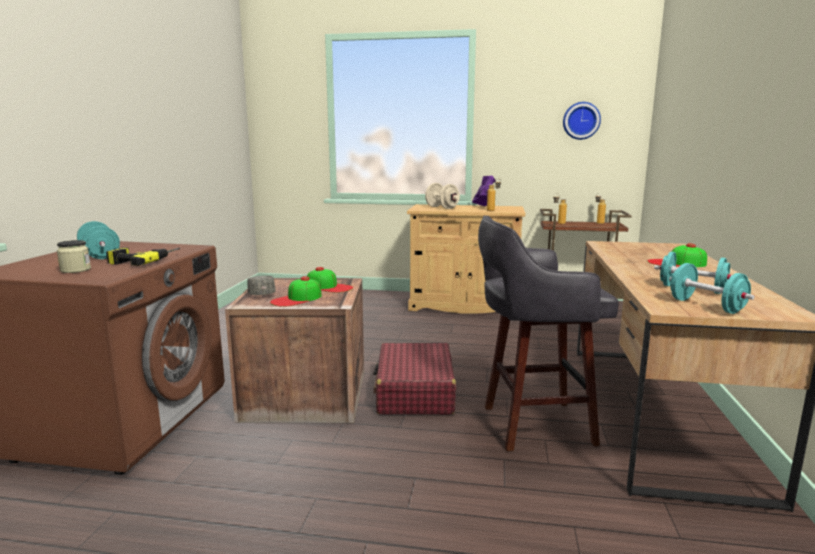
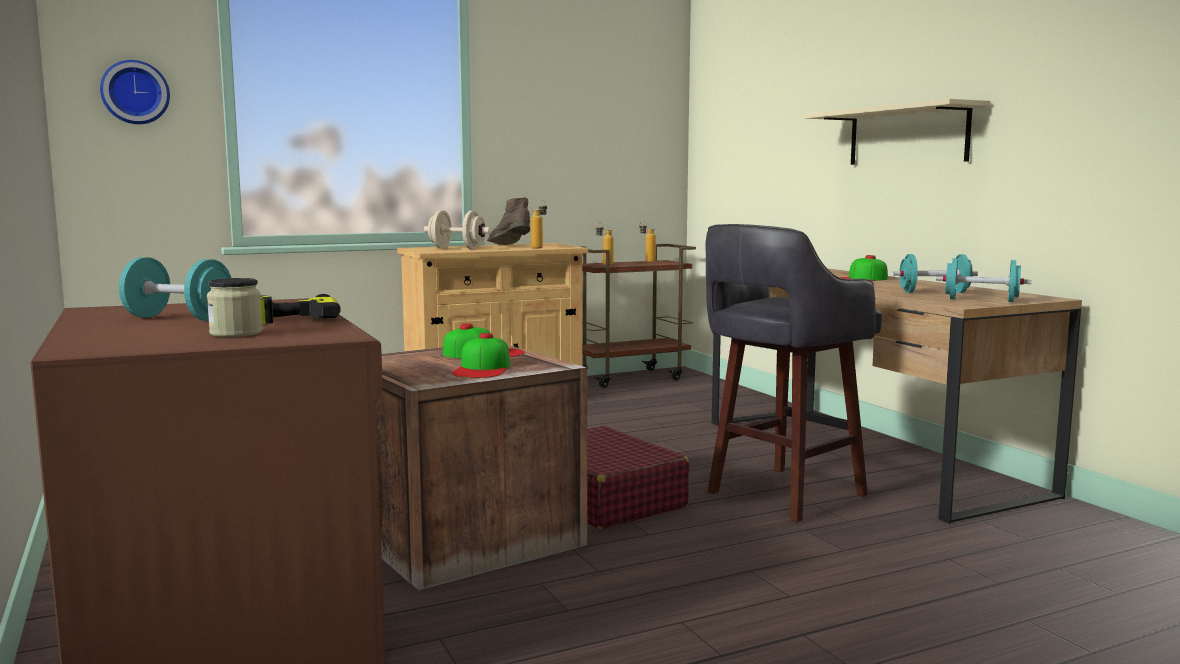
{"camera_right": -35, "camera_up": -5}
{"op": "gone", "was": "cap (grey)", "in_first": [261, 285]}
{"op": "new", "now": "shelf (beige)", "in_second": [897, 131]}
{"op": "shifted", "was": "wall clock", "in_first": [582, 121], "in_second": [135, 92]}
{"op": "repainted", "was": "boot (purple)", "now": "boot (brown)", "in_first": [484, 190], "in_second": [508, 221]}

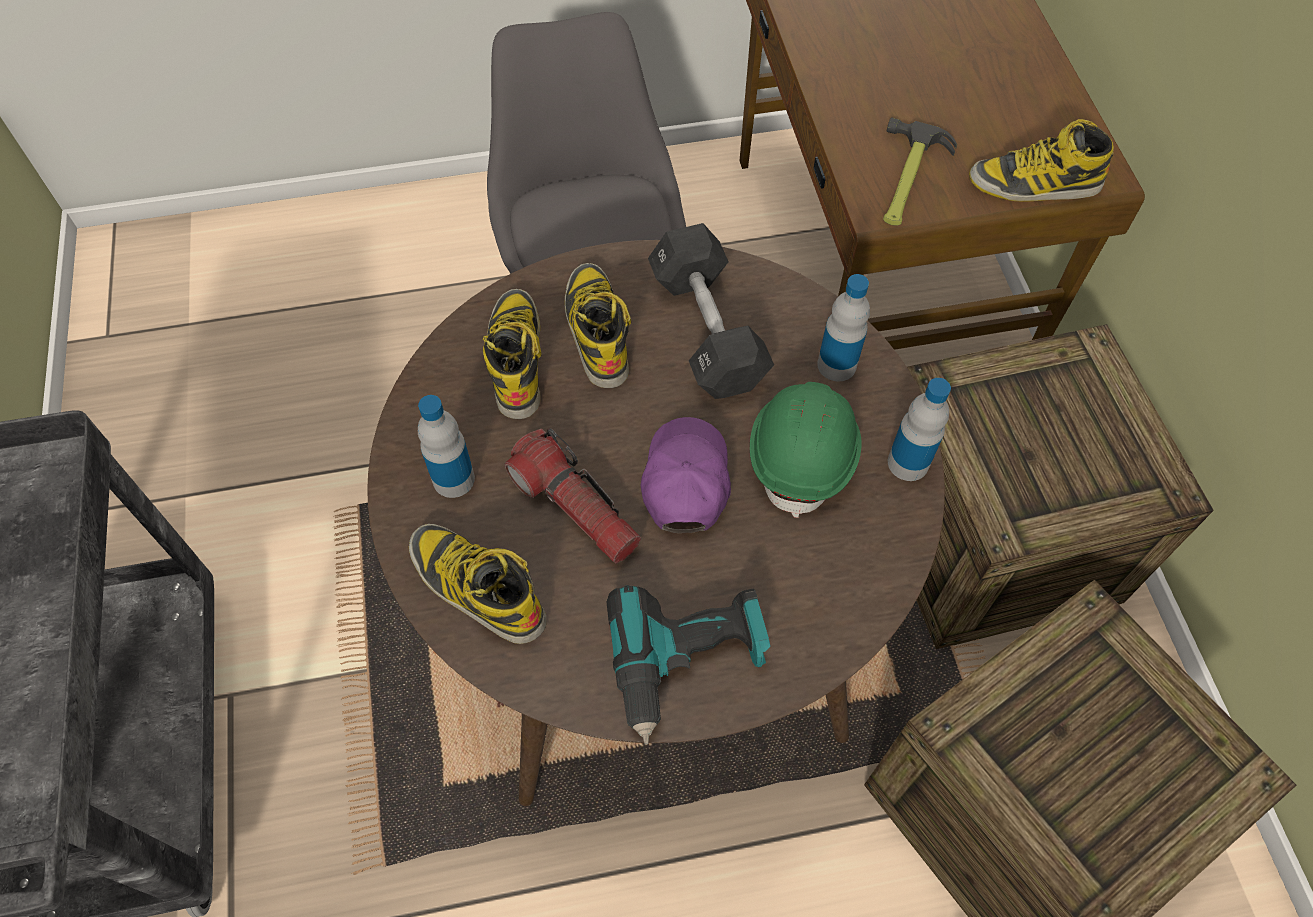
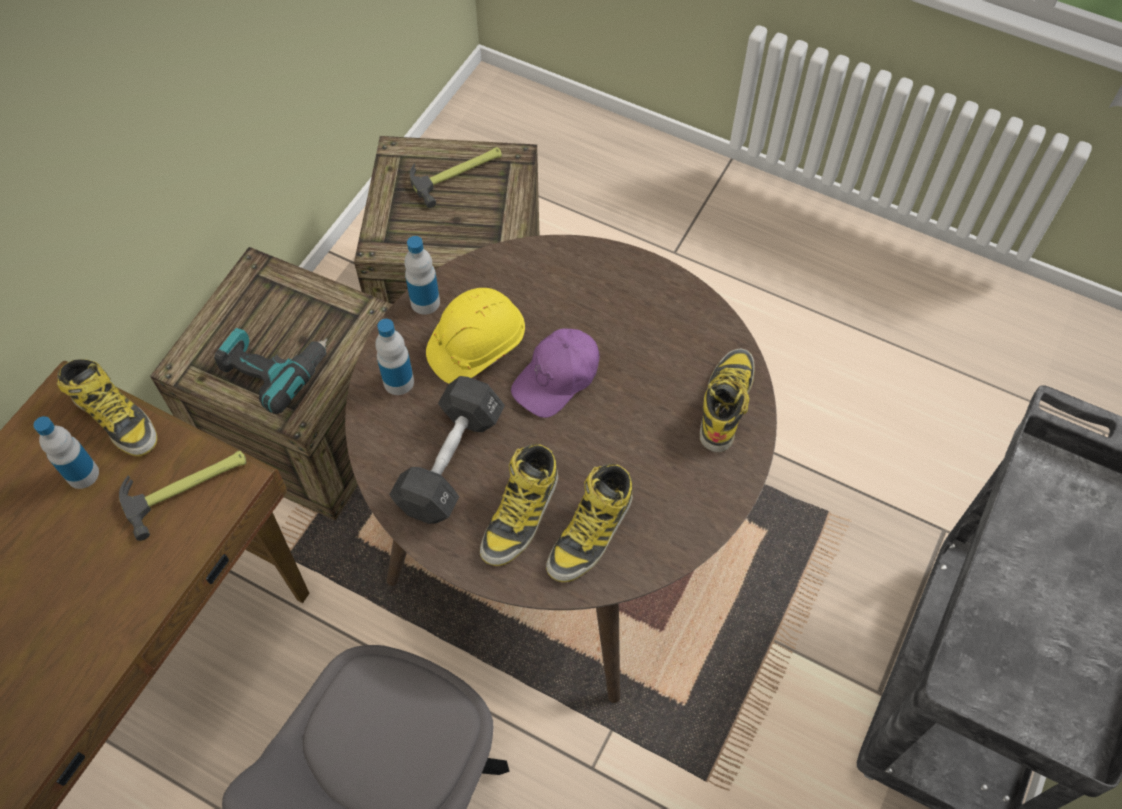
{"camera_right": -140, "camera_up": 0}
{"op": "gone", "was": "flashlight", "in_first": [573, 496]}
{"op": "new", "now": "hammer", "in_second": [456, 177]}
{"op": "shifted", "was": "bottle", "in_first": [446, 446], "in_second": [66, 452]}
{"op": "shifted", "was": "power drill", "in_first": [688, 665], "in_second": [270, 371]}
{"op": "repainted", "was": "hard hat (green)", "now": "hard hat (yellow)", "in_first": [806, 450], "in_second": [475, 336]}
{"op": "rotated", "was": "boot", "in_first": [477, 584], "in_second": [727, 400], "clockwise": -150}

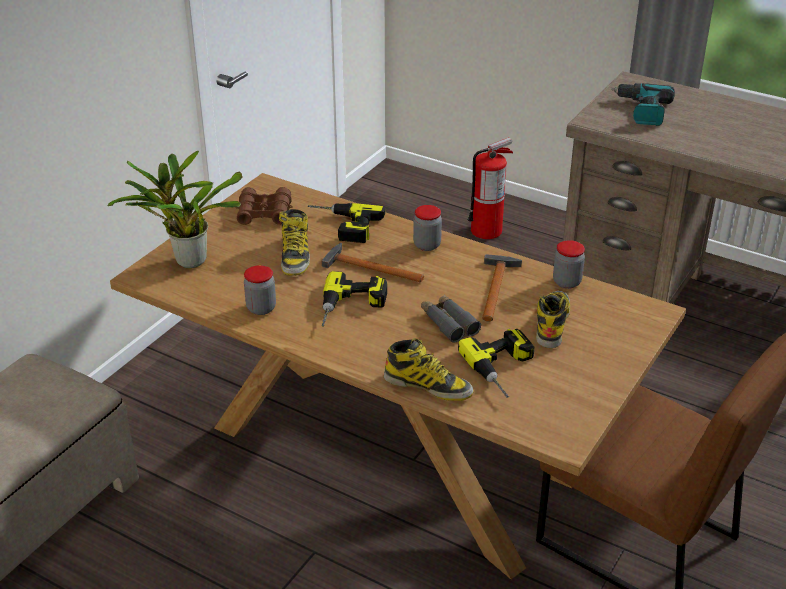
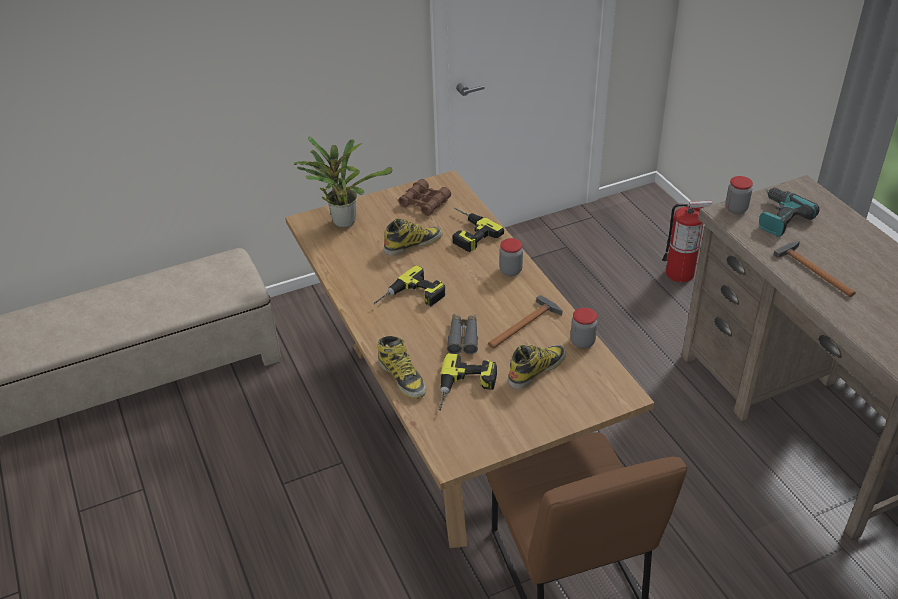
{"camera_right": 35, "camera_up": 5}
{"op": "shifted", "was": "jar", "in_first": [260, 290], "in_second": [739, 195]}
{"op": "shifted", "was": "hammer", "in_first": [372, 262], "in_second": [814, 269]}
{"op": "rotated", "was": "boot", "in_first": [294, 242], "in_second": [413, 237], "clockwise": -150}

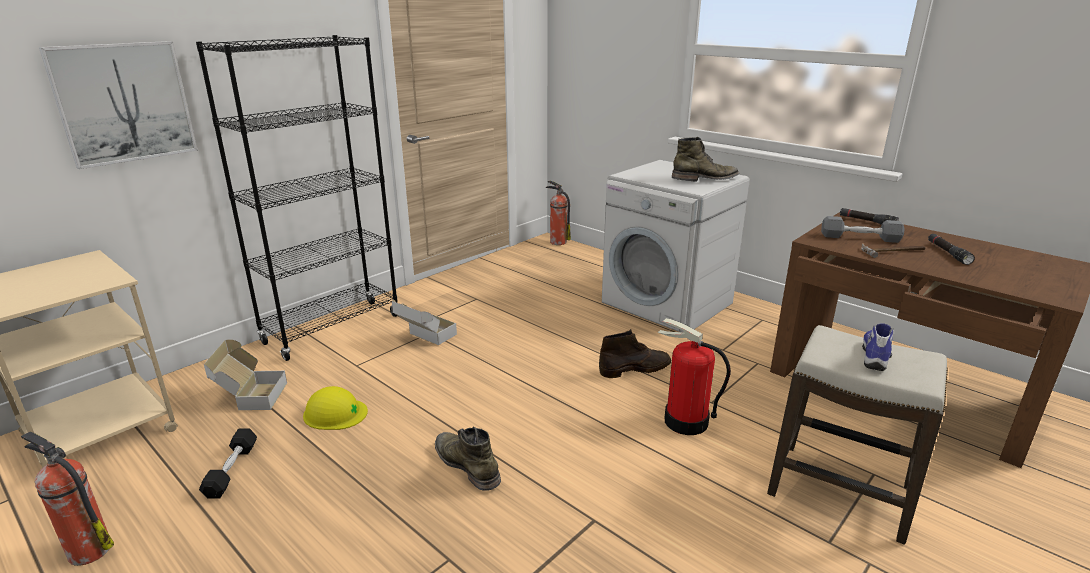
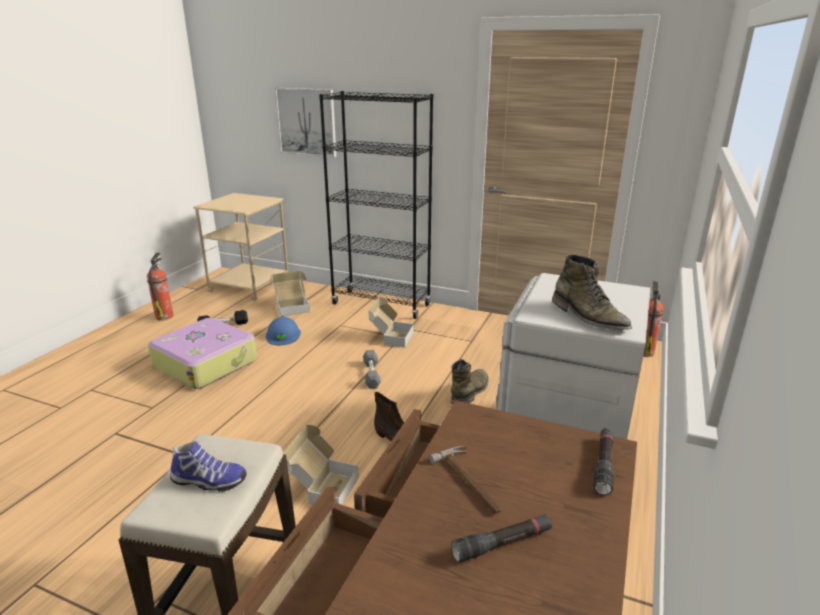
{"camera_right": 70, "camera_up": 0}
{"op": "new", "now": "suitcase", "in_second": [202, 353]}
{"op": "shifted", "was": "boot (green)", "in_first": [468, 459], "in_second": [470, 381]}
{"op": "shifted", "was": "dumbbell (grey)", "in_first": [863, 229], "in_second": [372, 369]}
{"op": "swapped", "was": "fire extinguisher", "now": "cardboard box", "in_first": [694, 376], "in_second": [321, 465]}
{"op": "repainted", "was": "hard hat (yellow)", "now": "hard hat (blue)", "in_first": [335, 408], "in_second": [283, 331]}

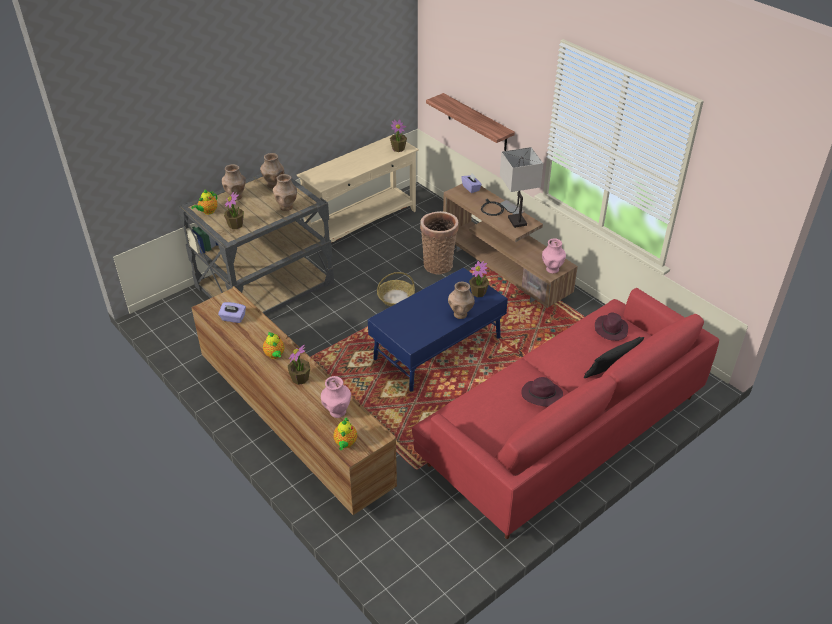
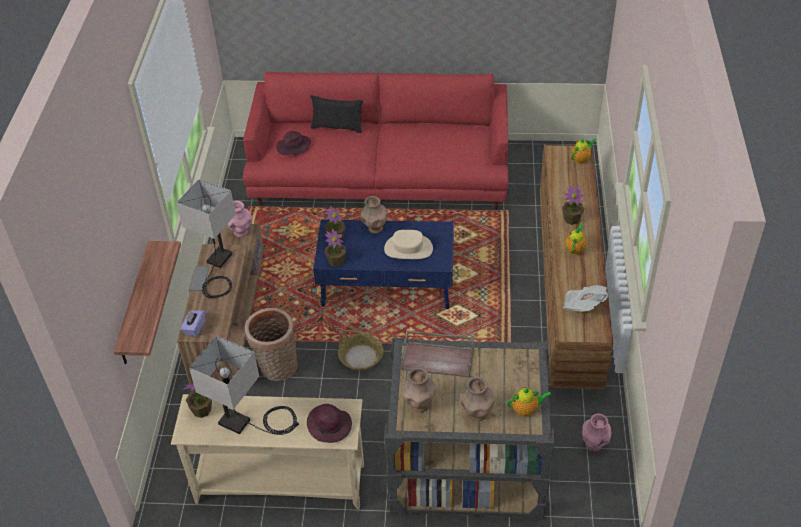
{"camera_right": -135, "camera_up": 5}
{"op": "new", "now": "table lamp", "in_second": [244, 385]}
{"op": "new", "now": "hat (beige)", "in_second": [408, 244]}
{"op": "shifted", "was": "potted plant", "in_first": [234, 210], "in_second": [335, 247]}
{"op": "shifted", "was": "vase (pink)", "in_first": [336, 397], "in_second": [596, 432]}
{"op": "shifted", "was": "hat (purple)", "in_first": [542, 392], "in_second": [329, 423]}
{"op": "swapped", "was": "tissue box (purple)", "now": "newspaper", "in_first": [232, 312], "in_second": [585, 298]}
{"op": "swapped", "was": "vase (brown)", "now": "tray (brown)", "in_first": [285, 192], "in_second": [438, 353]}

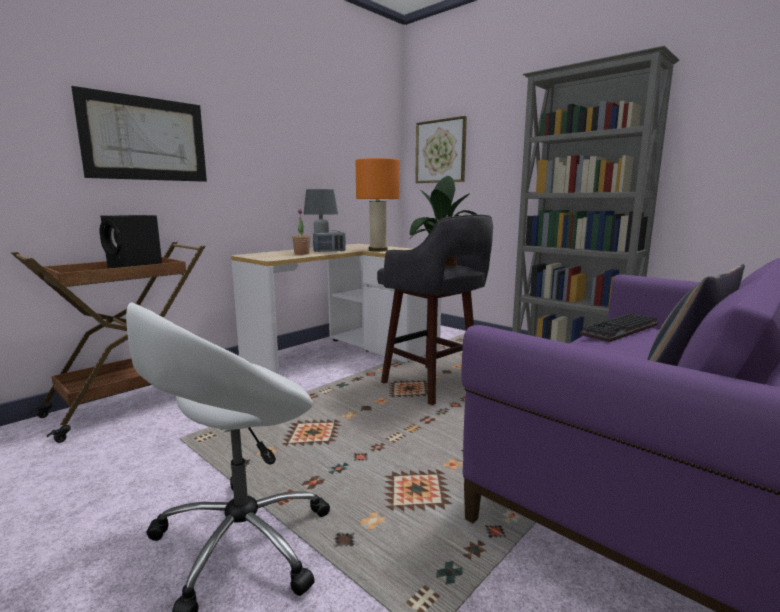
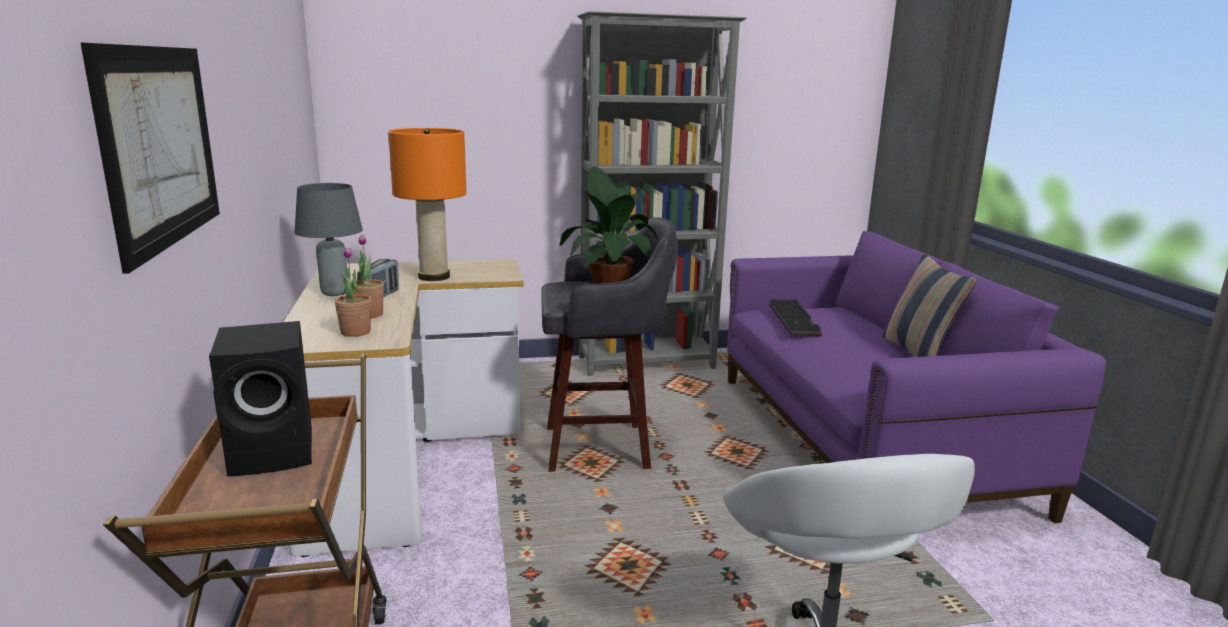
{"camera_right": -55, "camera_up": 5}
{"op": "gone", "was": "picture", "in_first": [441, 149]}
{"op": "new", "now": "potted plant", "in_second": [353, 292]}

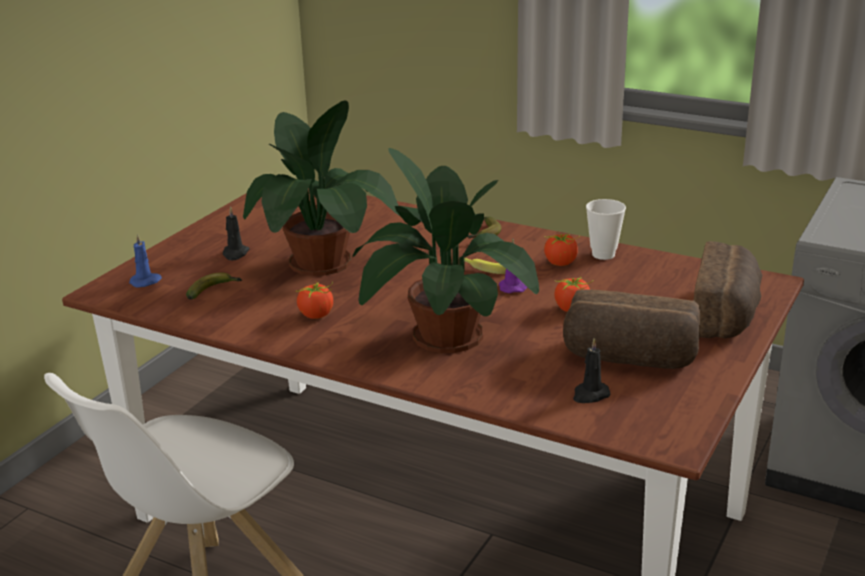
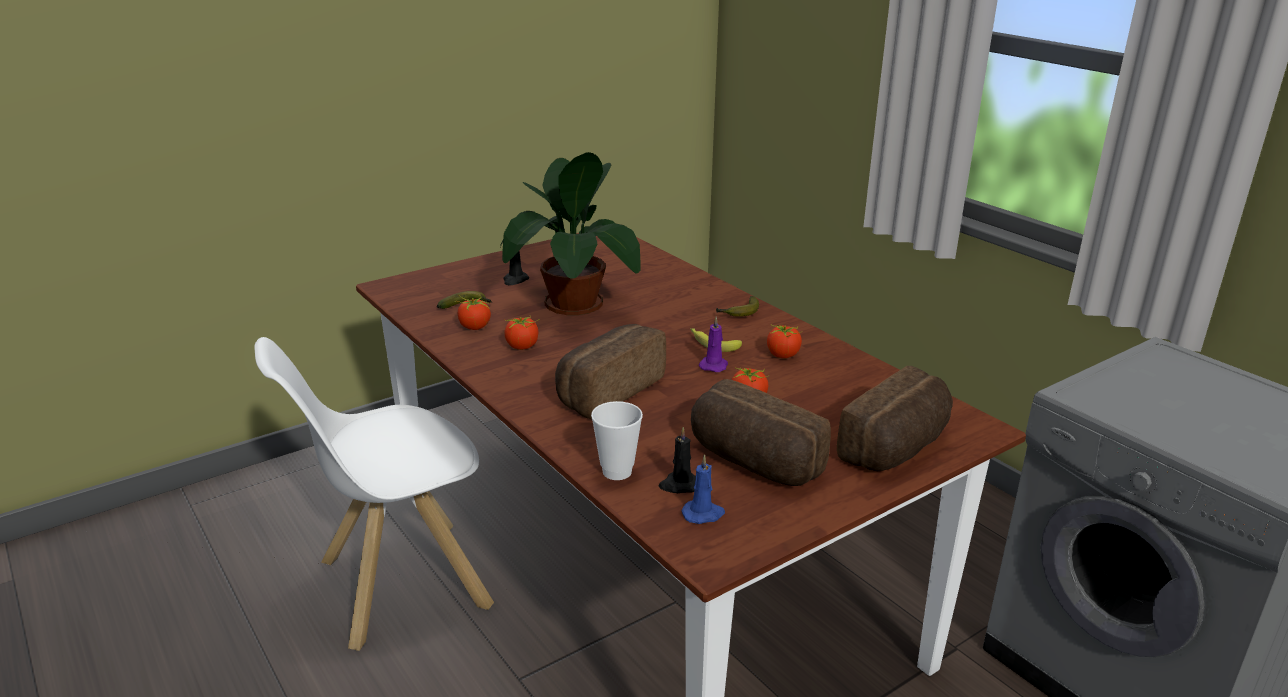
{"camera_right": 25, "camera_up": 0}
{"op": "new", "now": "tomato", "in_second": [474, 312]}
{"op": "shifted", "was": "candle (blue)", "in_first": [145, 260], "in_second": [703, 489]}
{"op": "shifted", "was": "cup", "in_first": [606, 229], "in_second": [617, 440]}
{"op": "swapped", "was": "potted plant", "now": "bread", "in_first": [445, 250], "in_second": [610, 371]}

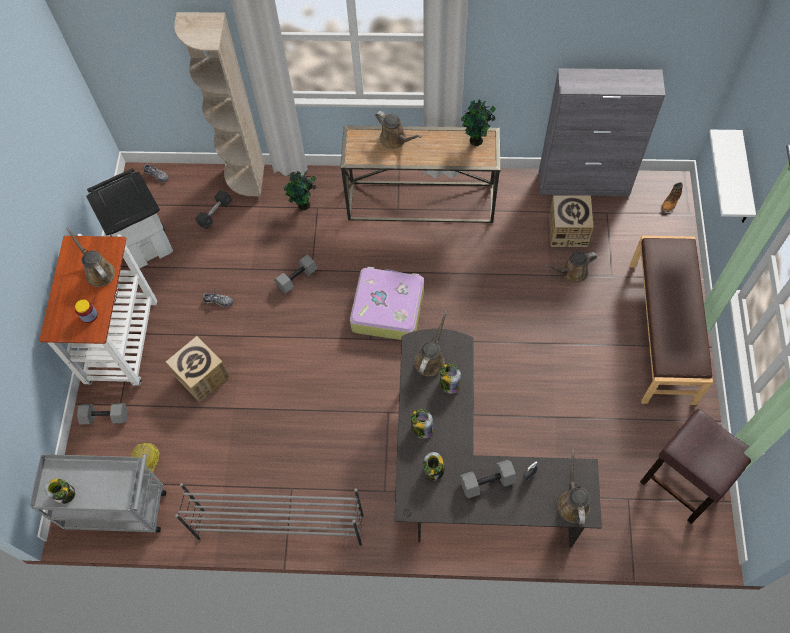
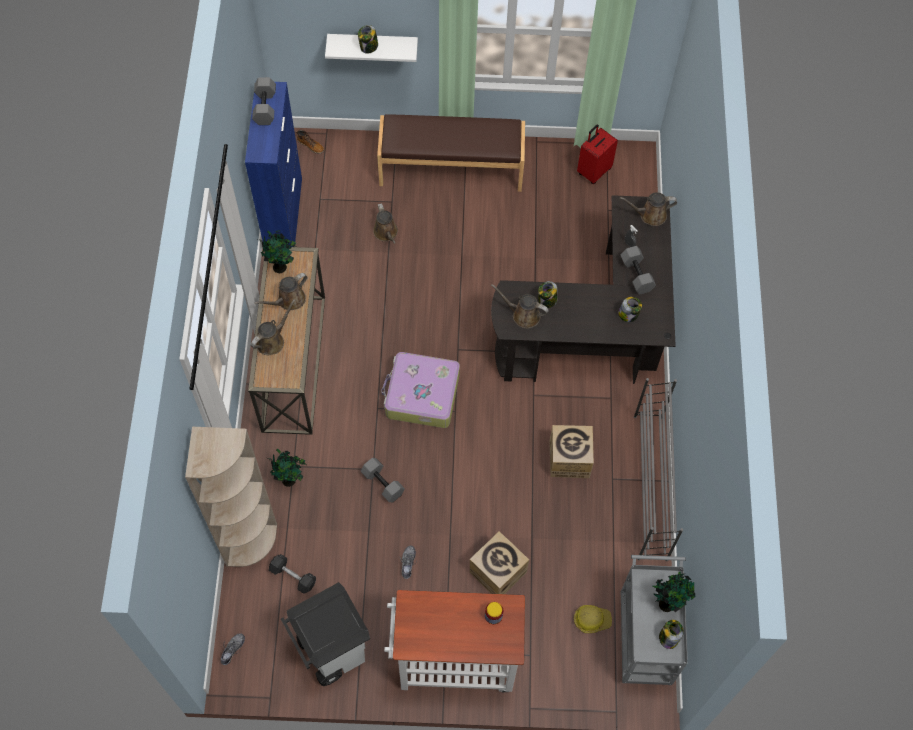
{"camera_right": -95, "camera_up": 0}
{"op": "new", "now": "potted plant", "in_second": [674, 592]}
{"op": "shifted", "was": "watering can (brown)", "in_first": [90, 257], "in_second": [281, 291]}
{"op": "shifted", "was": "dumbbell (grey)", "in_first": [102, 413], "in_second": [264, 101]}
{"op": "shifted", "was": "jar", "in_first": [422, 424], "in_second": [368, 39]}
{"op": "shifted", "was": "cardboard box", "in_first": [571, 221], "in_second": [571, 451]}
{"op": "swapped", "was": "stool (brown)", "now": "suitcase (red)", "in_first": [695, 466], "in_second": [597, 154]}
{"op": "repainted", "was": "cabinet (grey)", "now": "cabinet (blue)", "in_first": [602, 132], "in_second": [273, 164]}

